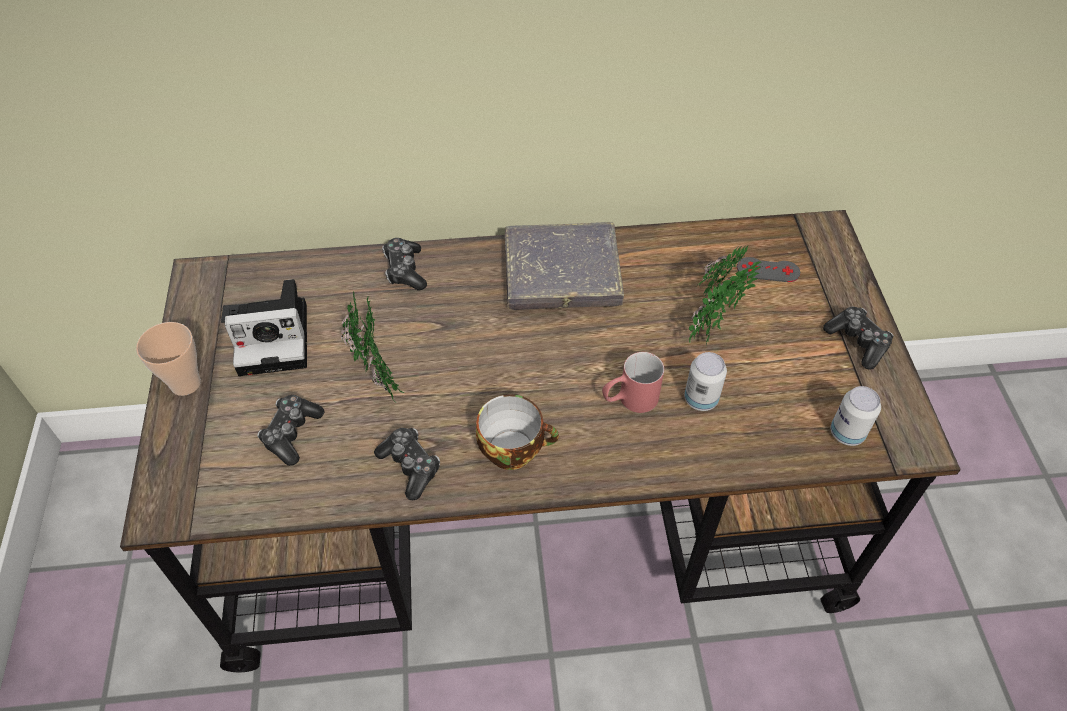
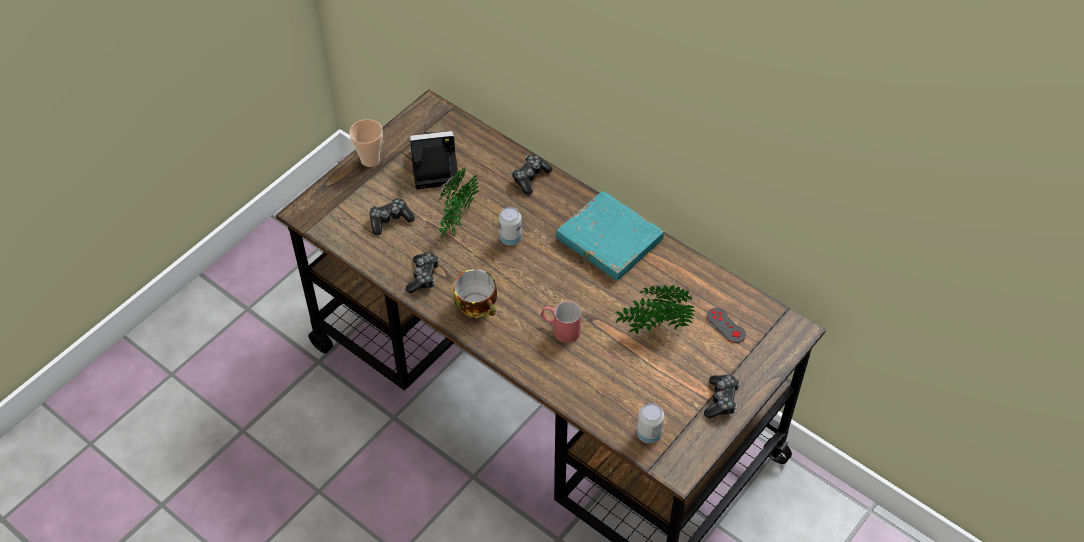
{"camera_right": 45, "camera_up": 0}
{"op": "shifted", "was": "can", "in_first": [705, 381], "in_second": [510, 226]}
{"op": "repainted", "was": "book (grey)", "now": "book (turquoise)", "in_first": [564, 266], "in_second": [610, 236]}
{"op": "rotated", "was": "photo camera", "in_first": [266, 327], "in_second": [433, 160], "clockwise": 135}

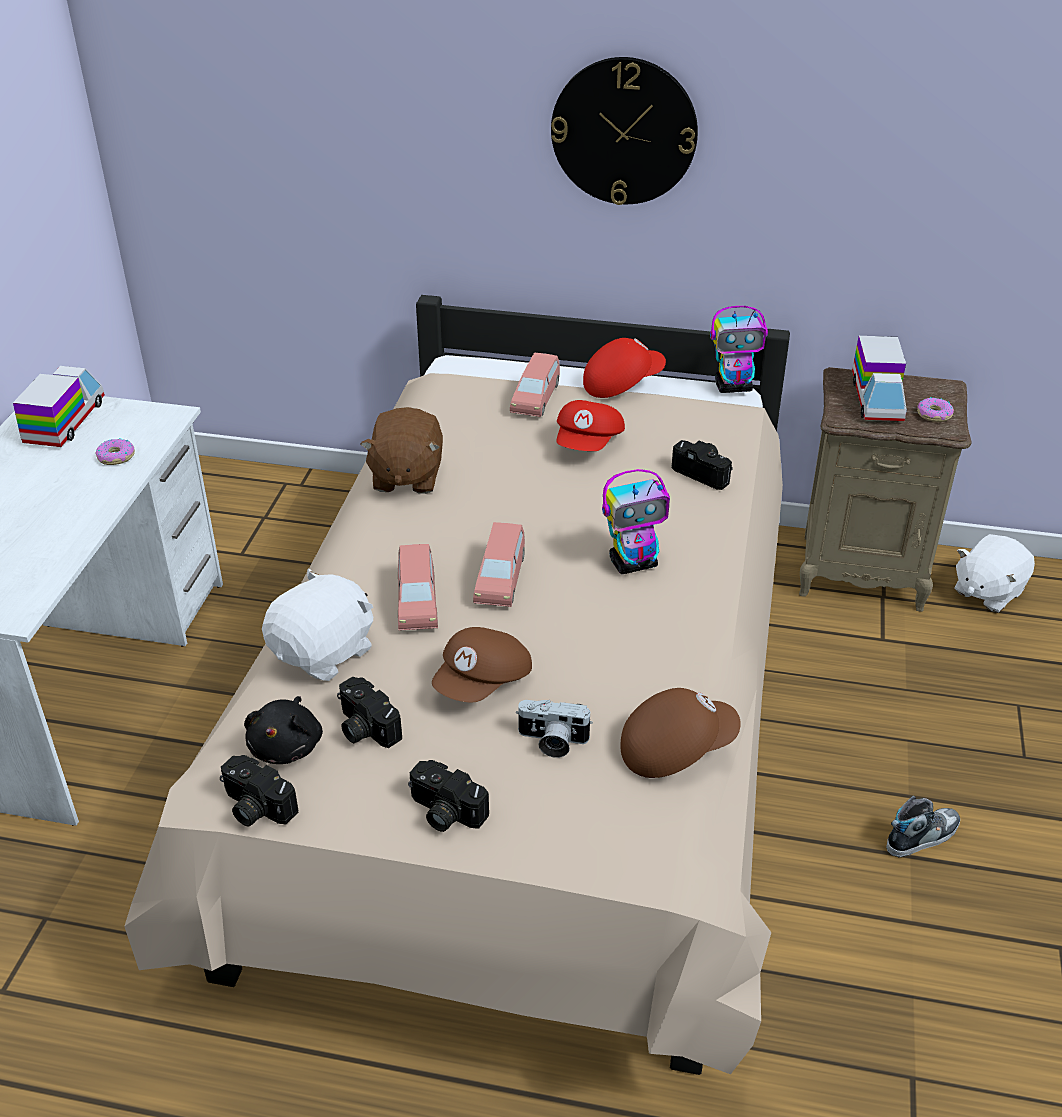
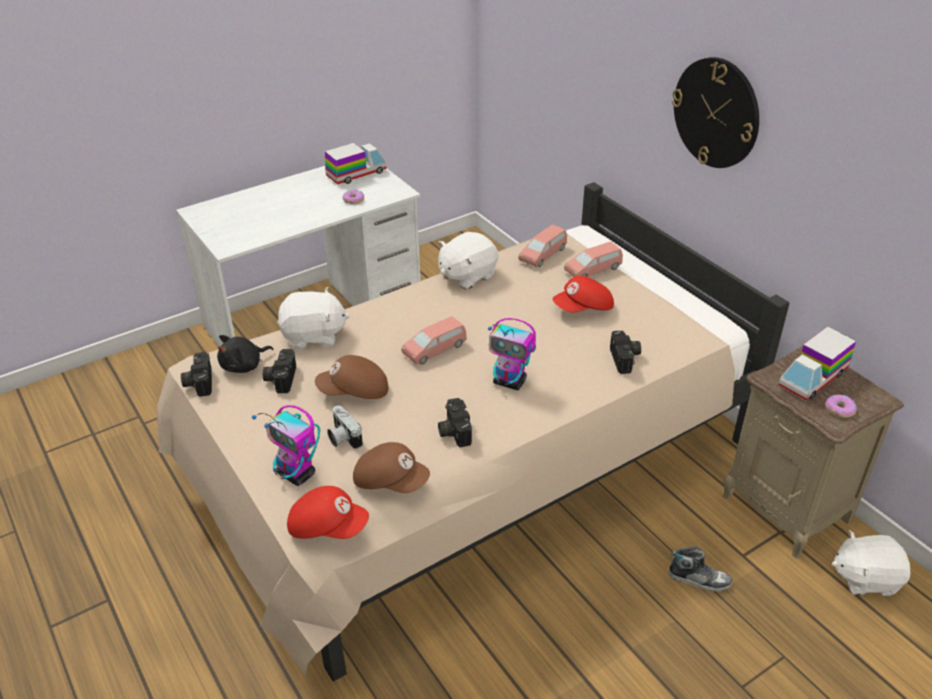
{"camera_right": 45, "camera_up": 0}
{"op": "shifted", "was": "toy car (pink)", "in_first": [418, 587], "in_second": [542, 246]}
{"op": "shifted", "was": "photo camera", "in_first": [448, 796], "in_second": [455, 422]}
{"op": "shifted", "was": "cap (red)", "in_first": [624, 368], "in_second": [328, 512]}
{"op": "shifted", "was": "toy robot", "in_first": [739, 349], "in_second": [286, 445]}
{"op": "shifted", "was": "shoe", "in_first": [923, 827], "in_second": [700, 569]}
{"op": "repainted", "was": "plush toy (brown)", "now": "plush toy (white)", "in_first": [401, 450], "in_second": [468, 261]}

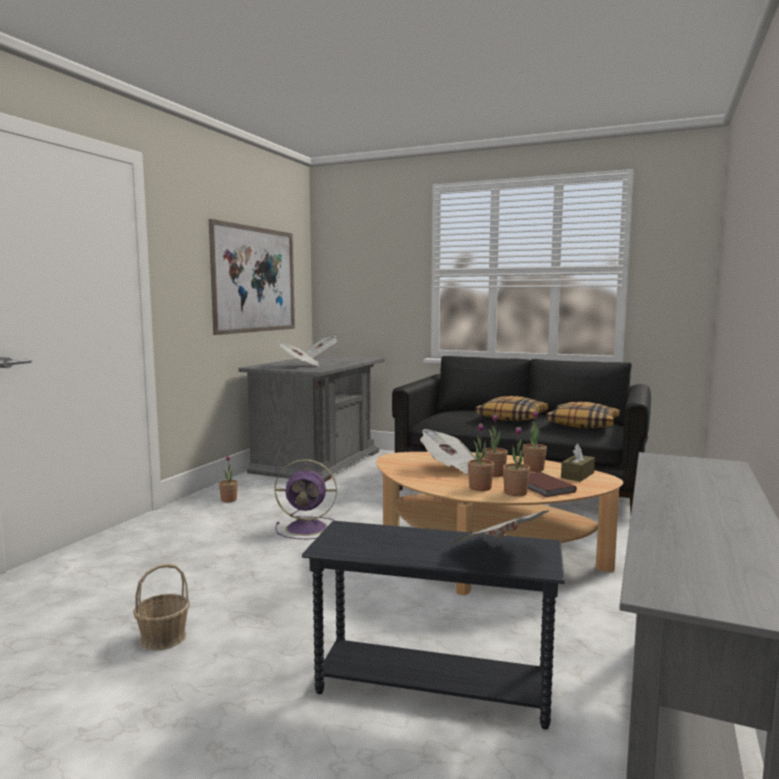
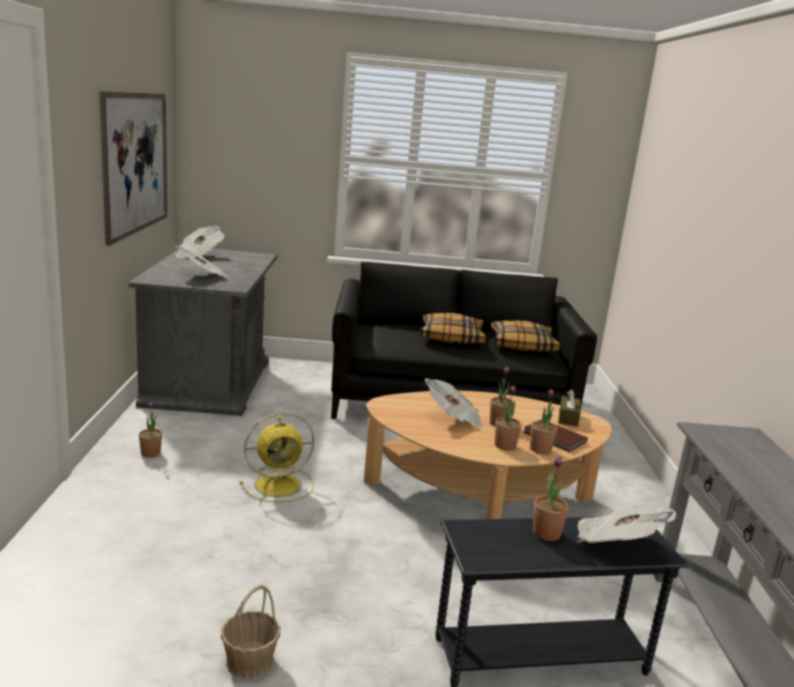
{"camera_right": -25, "camera_up": 10}
{"op": "shifted", "was": "potted plant", "in_first": [534, 441], "in_second": [551, 498]}
{"op": "repainted", "was": "fan (purple)", "now": "fan (yellow)", "in_first": [306, 499], "in_second": [277, 457]}

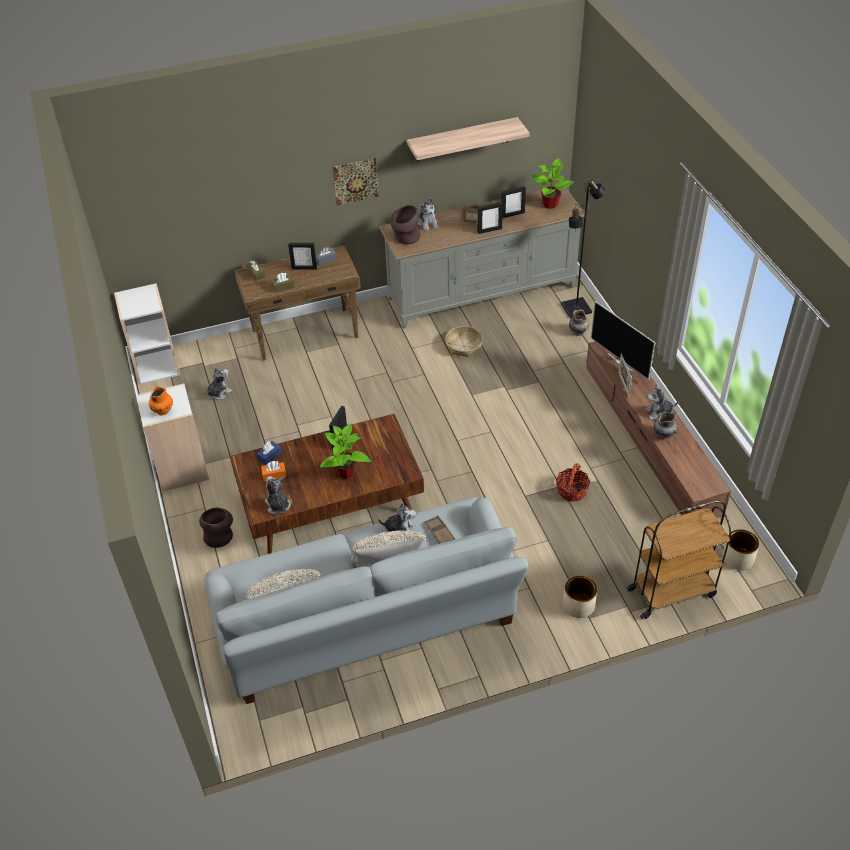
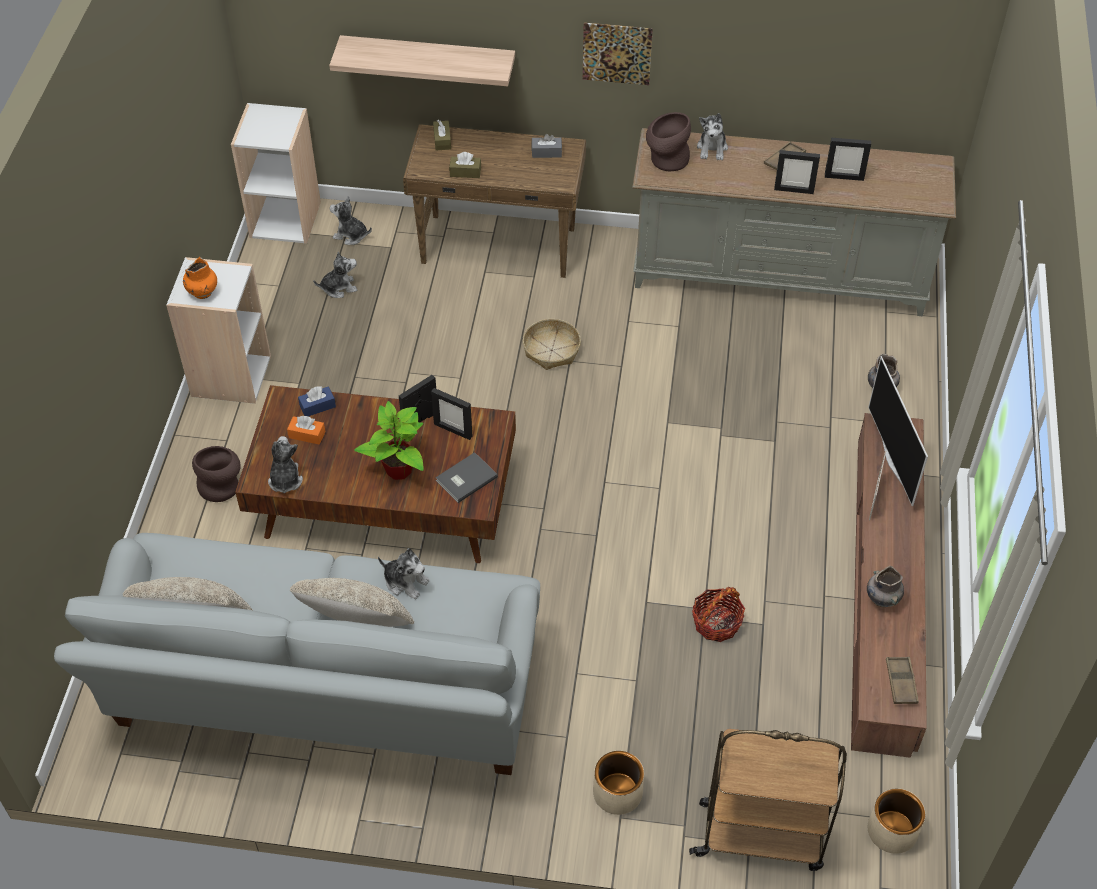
{"camera_right": 25, "camera_up": 5}
{"op": "gone", "was": "potted plant", "in_first": [553, 183]}
{"op": "gone", "was": "floor lamp (black)", "in_first": [583, 248]}
{"op": "new", "now": "book (grey)", "in_second": [467, 477]}
{"op": "shifted", "was": "picture frame", "in_first": [302, 256], "in_second": [451, 414]}
{"op": "shifted", "was": "shelf", "in_first": [468, 139], "in_second": [422, 60]}
{"op": "shifted", "was": "tray (brown)", "in_first": [440, 529], "in_second": [902, 680]}
{"op": "shifted", "was": "basket", "in_first": [464, 341], "in_second": [552, 344]}
{"op": "shifted", "was": "plush toy", "in_first": [662, 402], "in_second": [351, 220]}

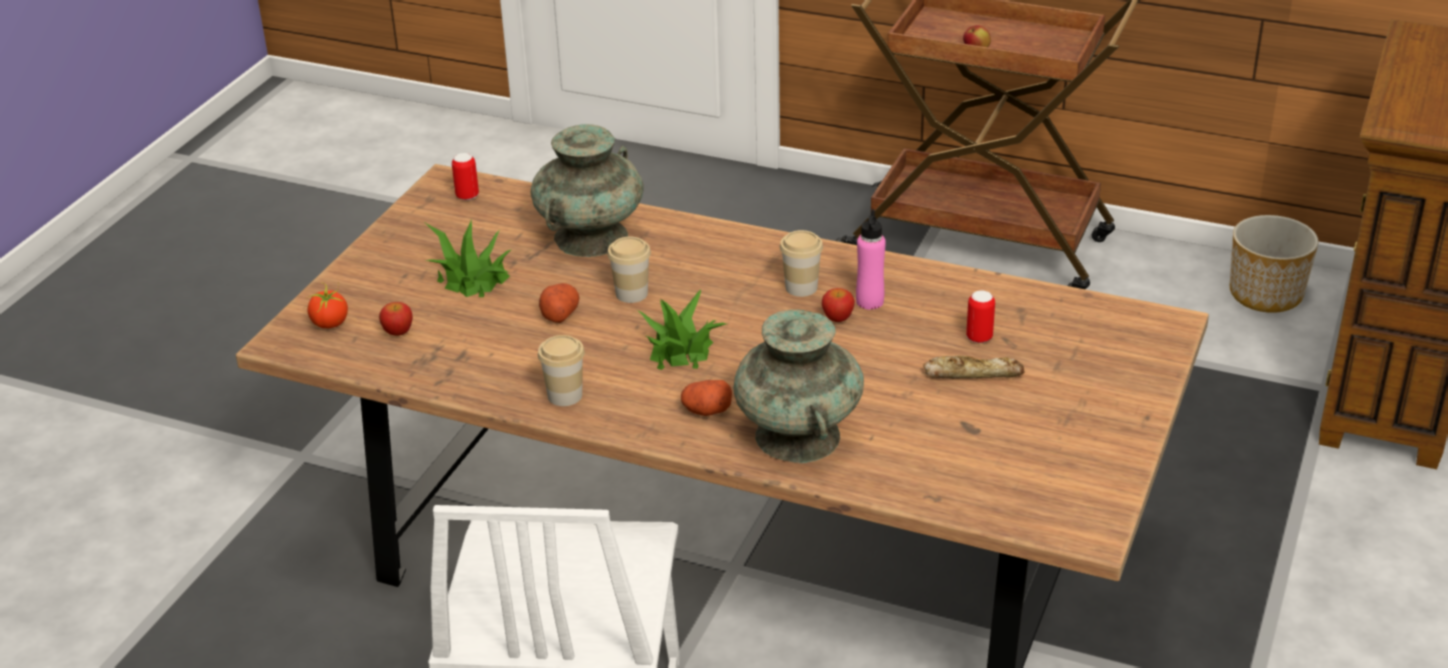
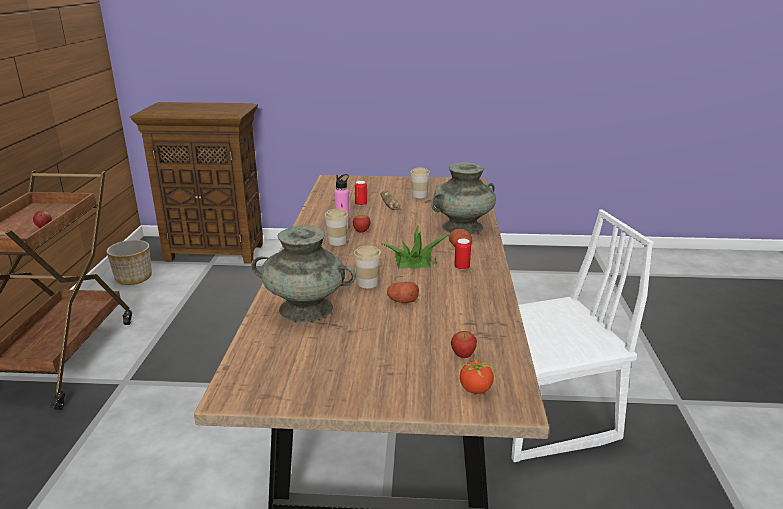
{"camera_right": -110, "camera_up": -10}
{"op": "gone", "was": "potted plant", "in_first": [468, 258]}
{"op": "shifted", "was": "can", "in_first": [465, 176], "in_second": [462, 254]}
{"op": "shifted", "was": "cup", "in_first": [561, 370], "in_second": [420, 183]}

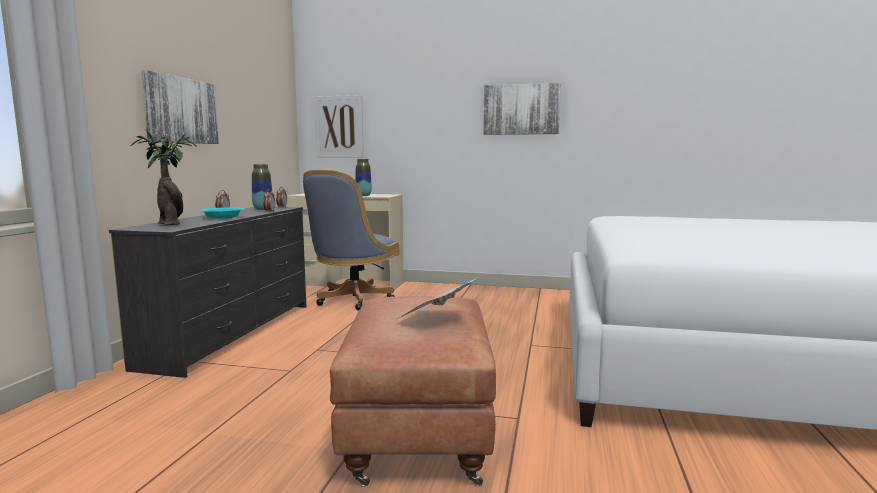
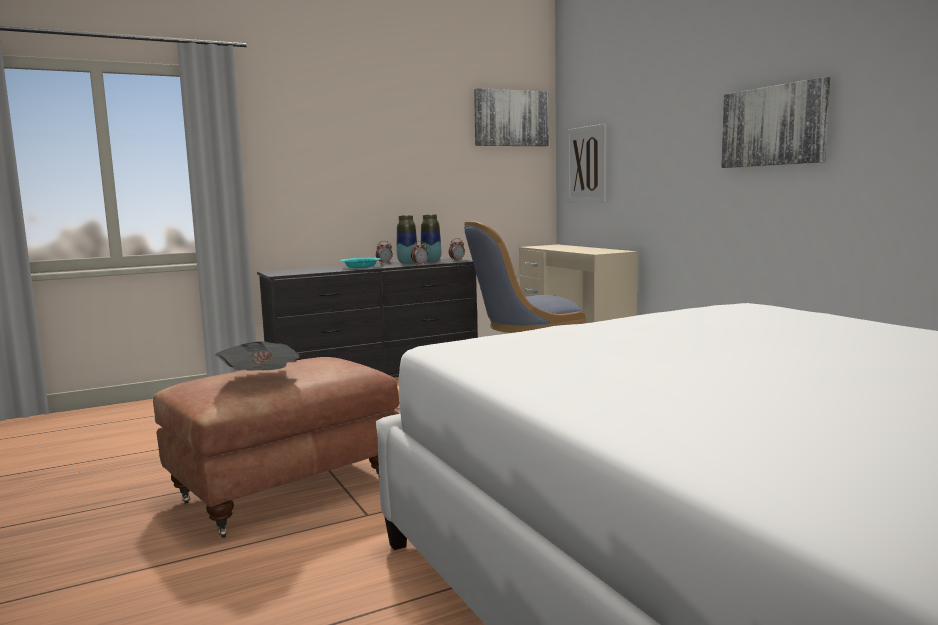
{"camera_right": 50, "camera_up": 0}
{"op": "gone", "was": "potted plant", "in_first": [164, 177]}
{"op": "shifted", "was": "picture", "in_first": [180, 107], "in_second": [511, 117]}
{"op": "shifted", "was": "vase", "in_first": [363, 177], "in_second": [407, 239]}

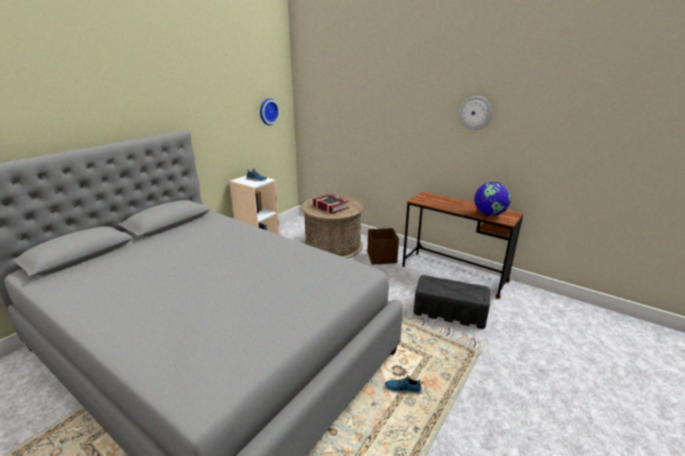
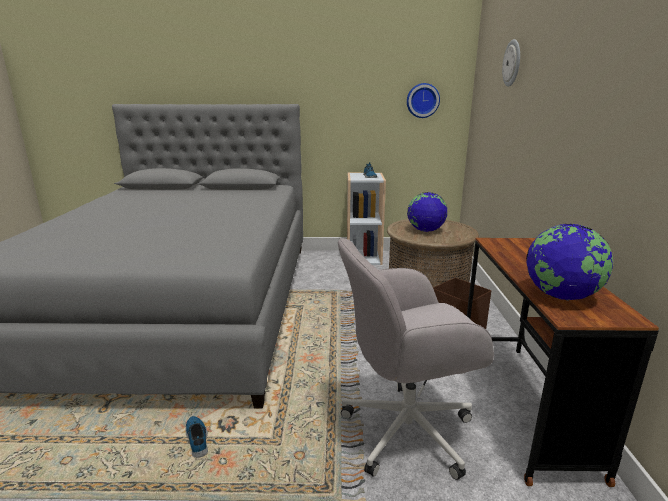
{"camera_right": 55, "camera_up": -5}
{"op": "shifted", "was": "wall clock", "in_first": [475, 113], "in_second": [511, 63]}
{"op": "swapped", "was": "book", "now": "globe", "in_first": [331, 204], "in_second": [427, 212]}
{"op": "swapped", "was": "storage box (black)", "now": "office chair (grey)", "in_first": [452, 302], "in_second": [416, 359]}

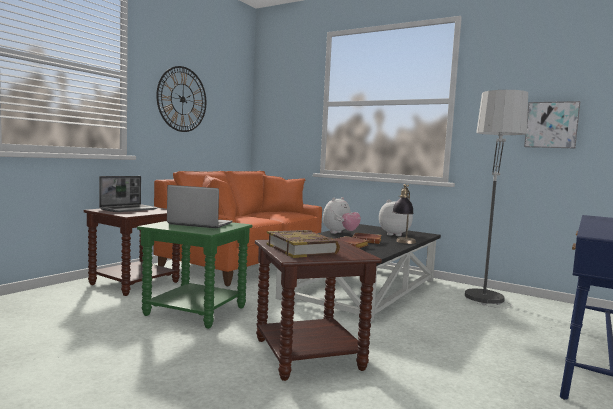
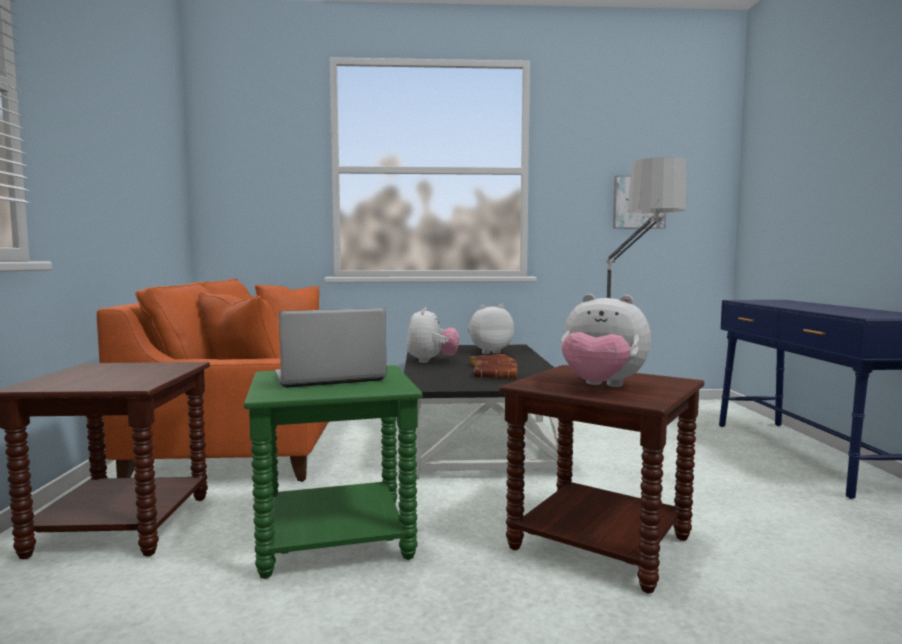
{"camera_right": -35, "camera_up": 0}
{"op": "gone", "was": "laptop", "in_first": [128, 194]}
{"op": "gone", "was": "wall clock", "in_first": [181, 99]}
{"op": "gone", "was": "table lamp", "in_first": [404, 214]}
{"op": "swapped", "was": "book", "now": "plush toy", "in_first": [303, 244], "in_second": [606, 340]}

